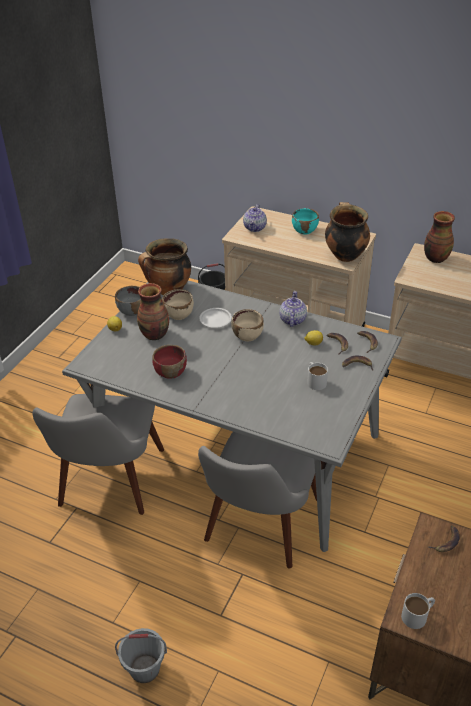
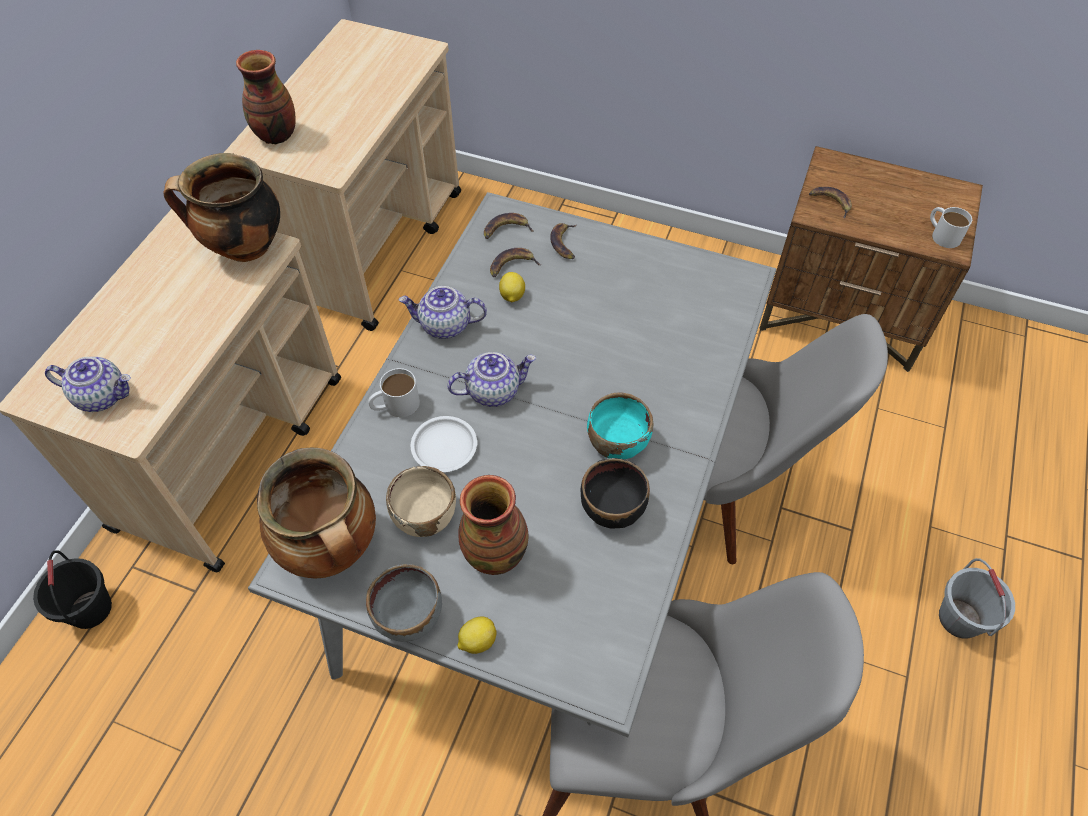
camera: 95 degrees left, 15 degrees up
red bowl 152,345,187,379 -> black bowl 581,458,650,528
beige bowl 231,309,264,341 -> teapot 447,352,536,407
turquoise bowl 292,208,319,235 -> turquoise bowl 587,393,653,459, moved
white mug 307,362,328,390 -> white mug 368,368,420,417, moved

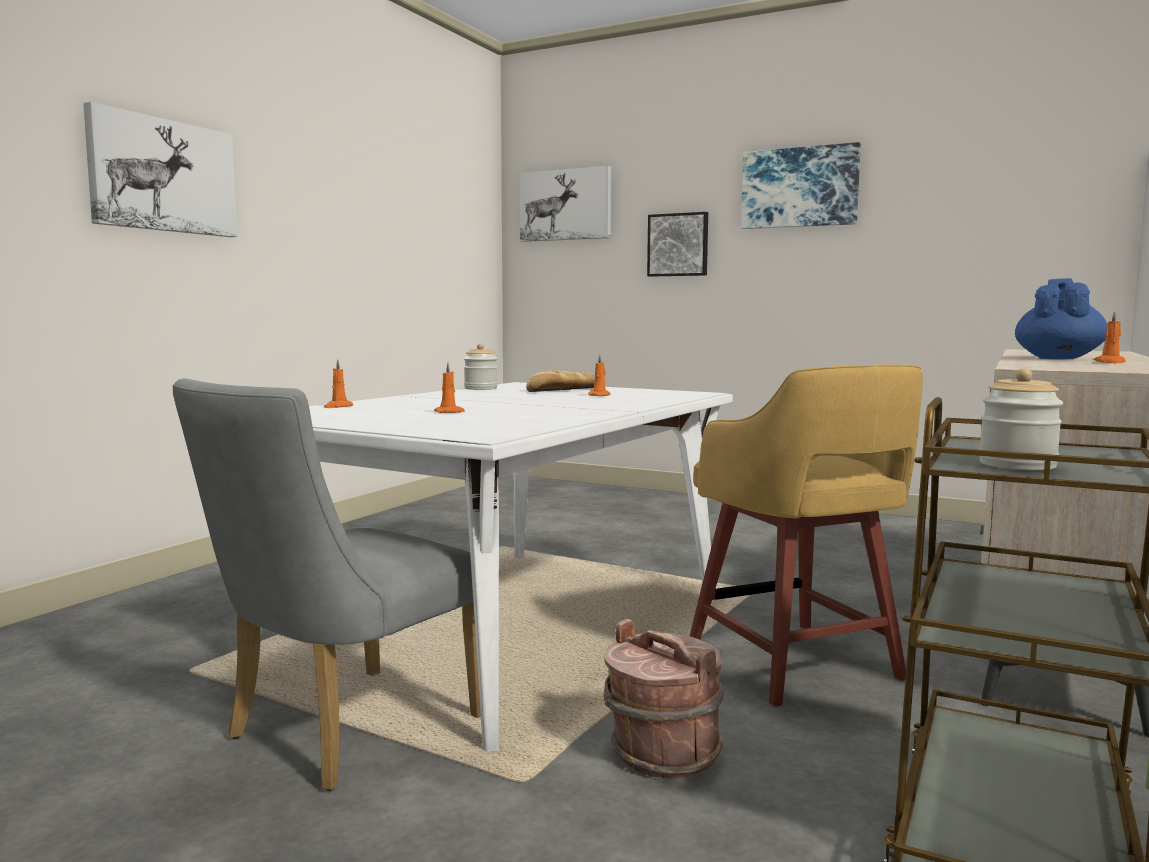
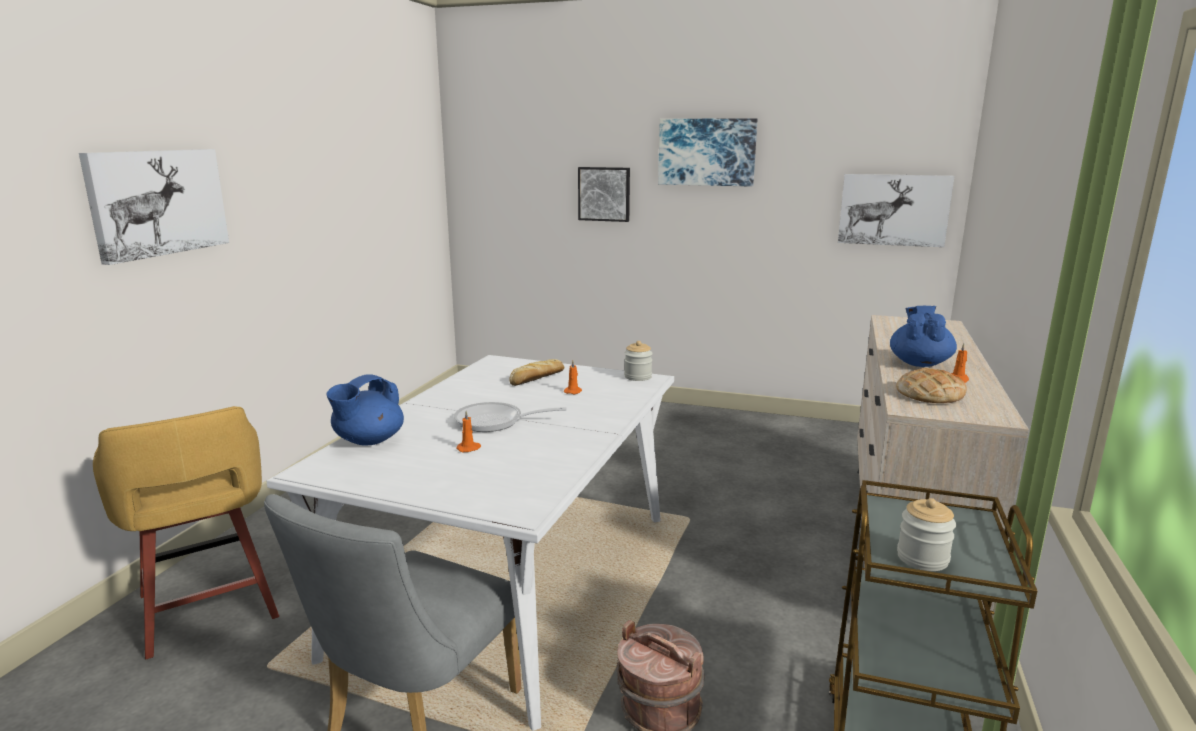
camera: 10 degrees left, 10 degrees up
orange candle 324,359,353,408 -> blue teapot 326,374,404,446
jar 464,343,498,390 -> jar 624,341,653,381, moved
picture 520,166,611,242 -> picture 838,174,954,247, moved
yellow stool 690,364,923,707 -> yellow stool 93,406,279,659, moved
none -> frying pan 454,402,567,432
none -> bread 896,368,966,403

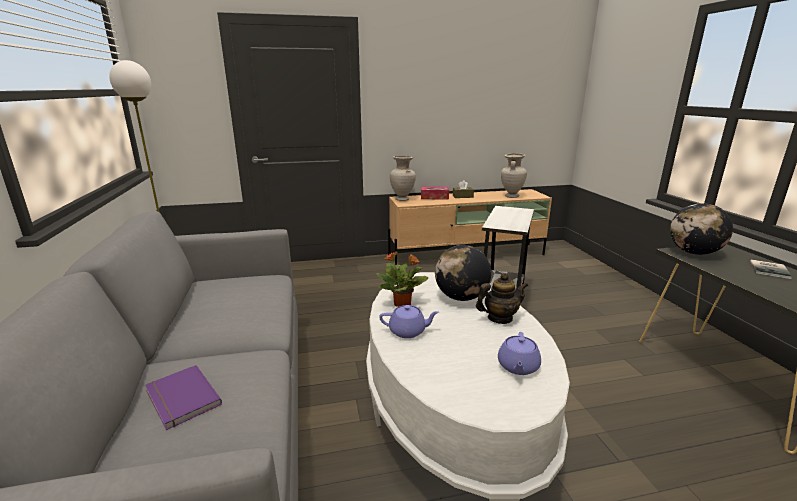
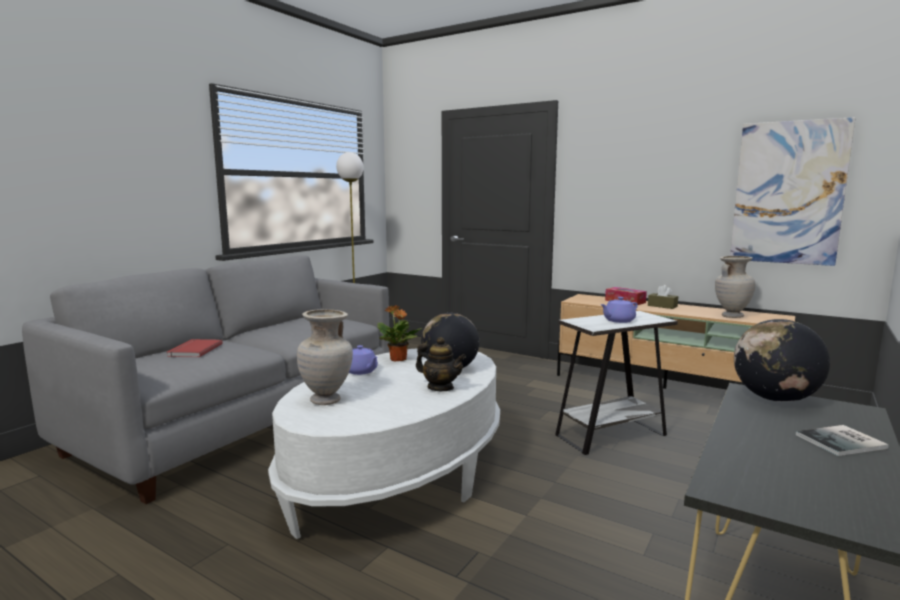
camera: 45 degrees right, 10 degrees down
purple book 145,365,222,430 -> red book 167,339,223,357
beige vase 390,156,416,201 -> beige vase 297,309,353,405, moved
purple teapot 498,332,541,375 -> purple teapot 600,297,638,323, moved
none -> picture 730,117,855,266

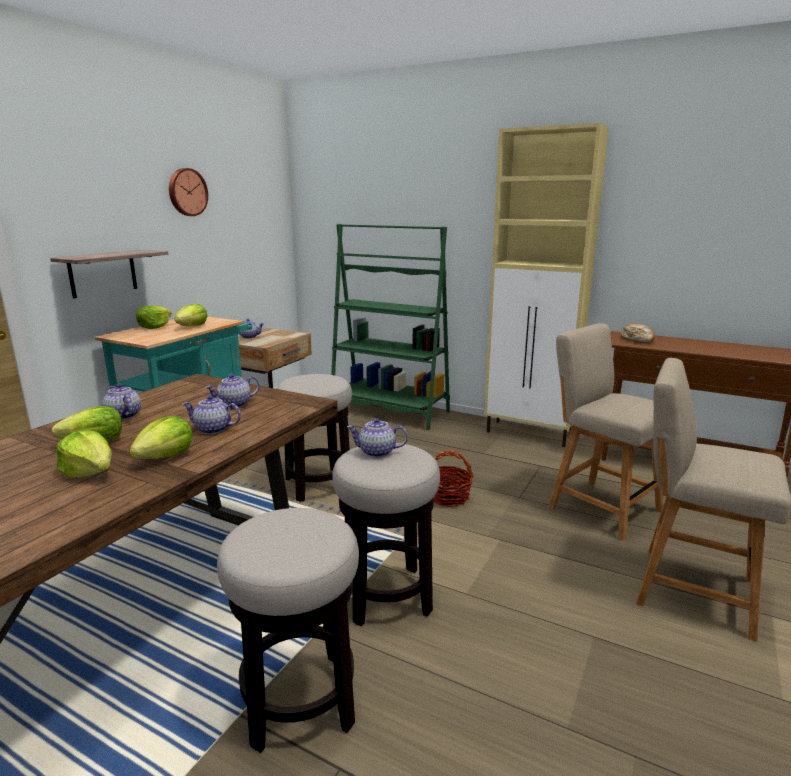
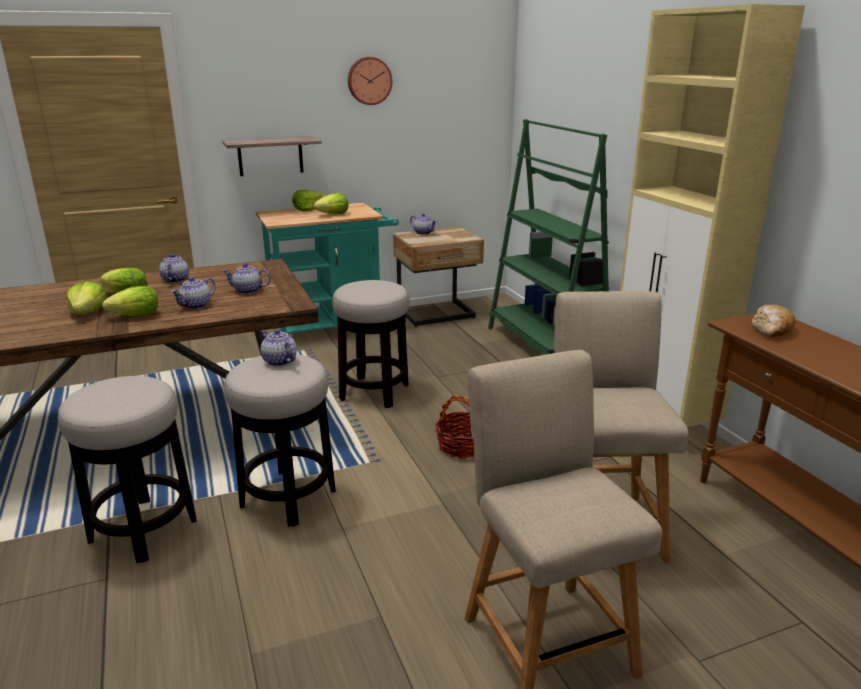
camera: 40 degrees right, 5 degrees up
teapot 182,395,241,434 -> teapot 171,277,216,309, 105 degrees counterclockwise

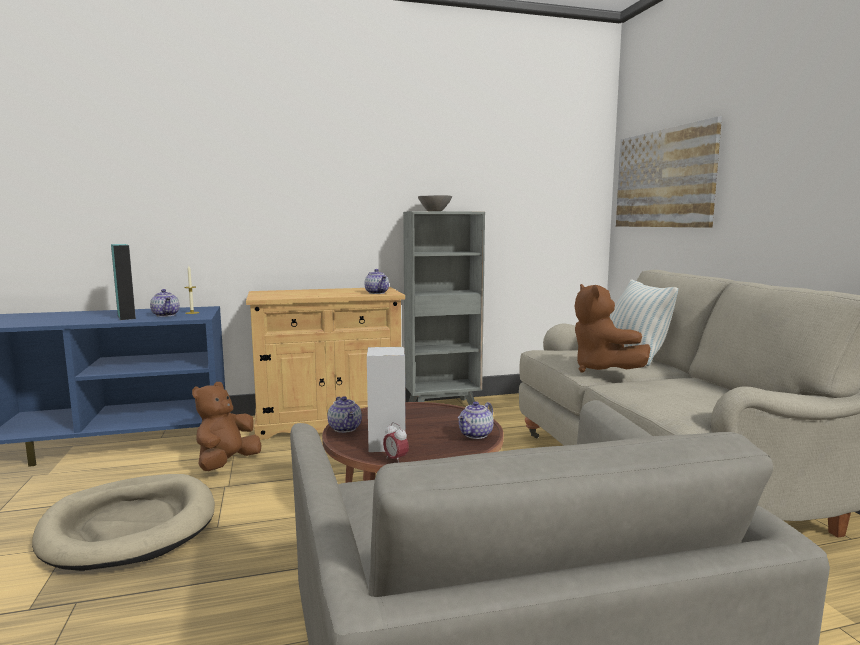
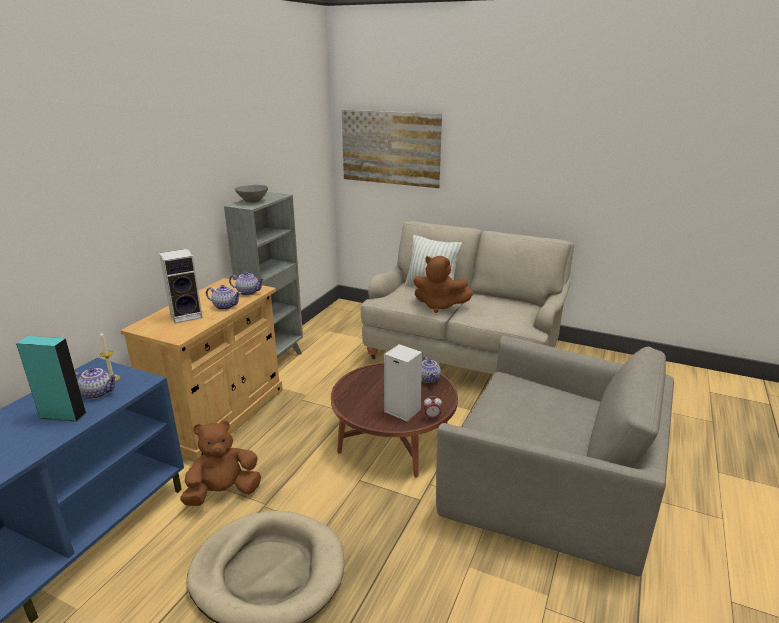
camera: 50 degrees left, 15 degrees up
brown plush toy 192,382,261,471 -> brown plush toy 180,420,261,506, 90 degrees clockwise
teapot 327,396,362,433 -> teapot 206,285,241,310, moved
none -> speaker 159,249,203,324

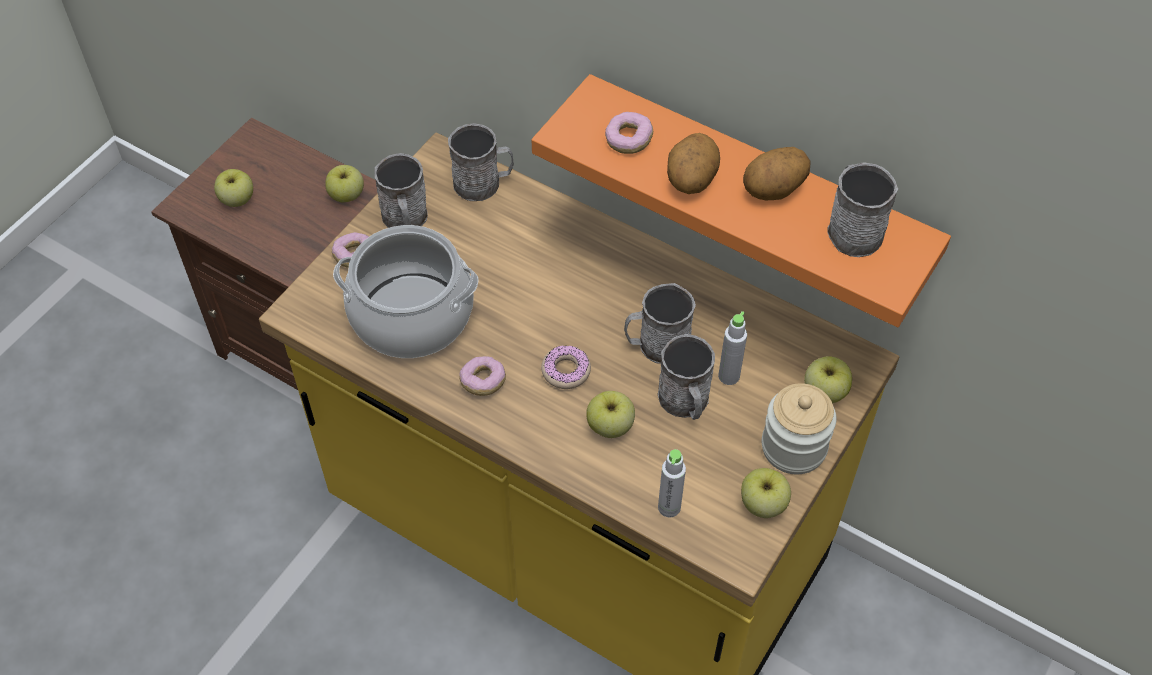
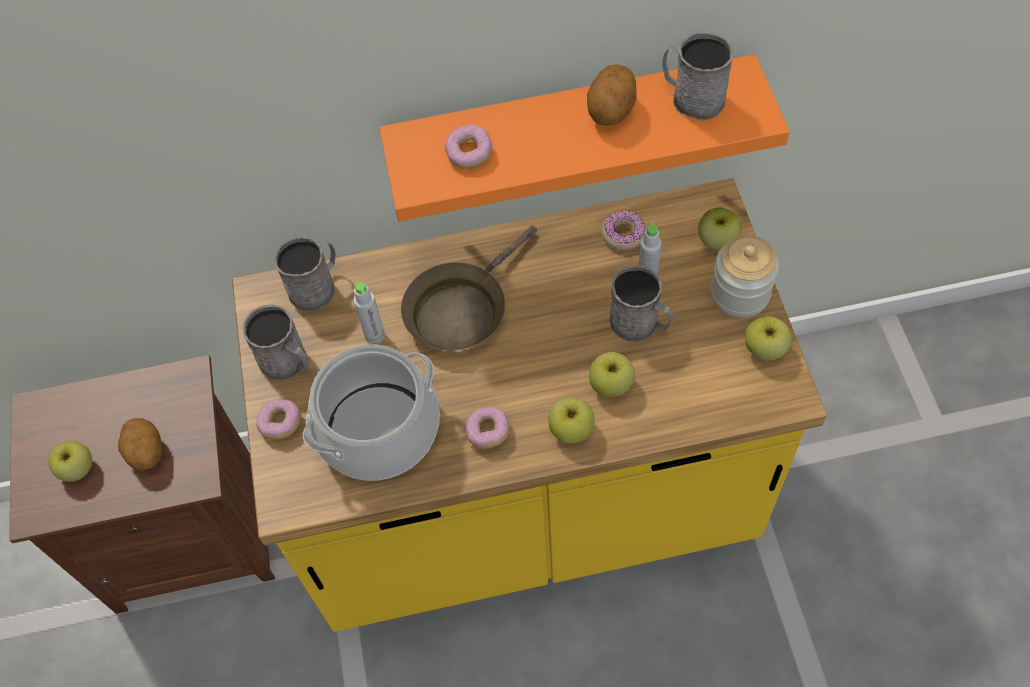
camera: 40 degrees left, 5 degrees up
apple 325,165,364,202 -> apple 548,397,594,444, moved
donut 541,345,591,389 -> donut 601,210,646,250, moved
grey mug 624,283,696,364 -> none
grey bottle 658,449,686,518 -> grey bottle 354,282,385,344, moved
potato 667,133,720,194 -> potato 118,418,162,471, moved
none -> brown frying pan 401,225,537,351

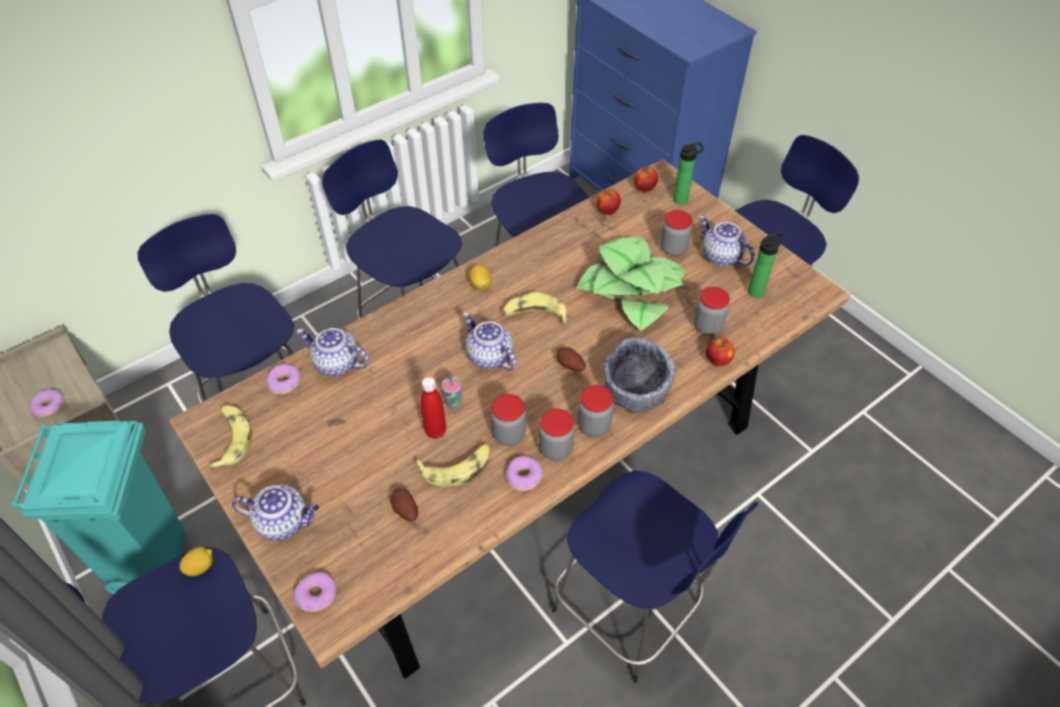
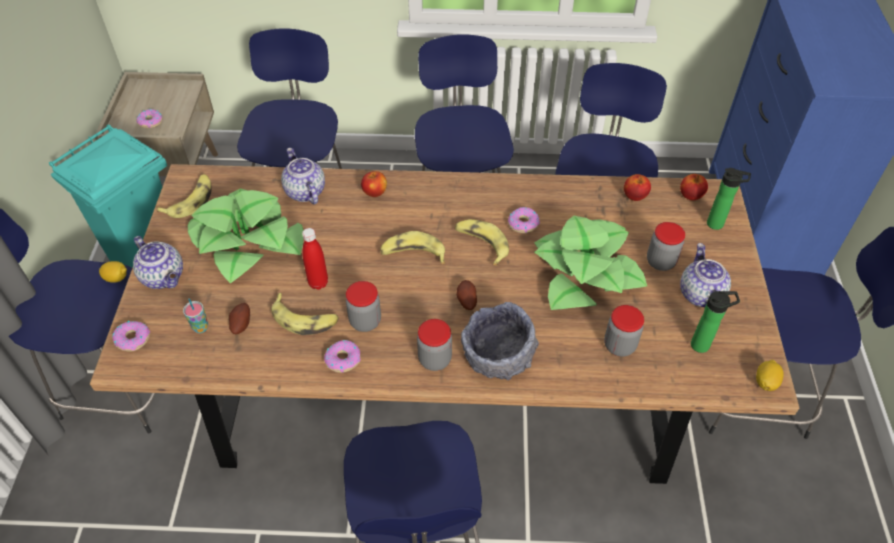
camera: 40 degrees right, 0 degrees up
donut 267,364,301,394 -> donut 508,207,540,233, moved
cup 442,374,462,409 -> cup 183,298,208,333, moved
teapot 463,312,517,370 -> banana 380,231,445,264
lemon 469,265,491,290 -> lemon 756,360,784,391, moved
jar 539,408,574,461 -> none
apple 706,337,735,366 -> apple 361,171,387,197, moved
none -> potted plant 188,188,304,283

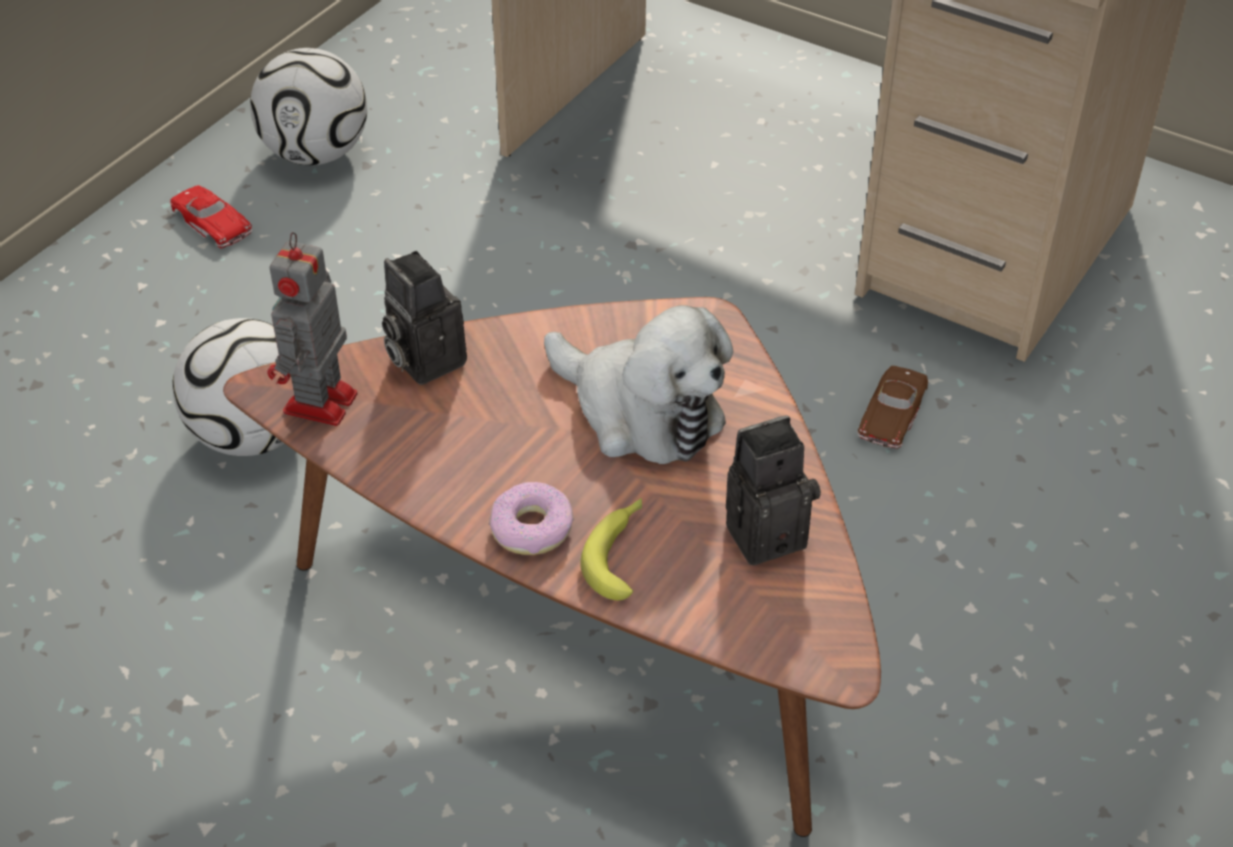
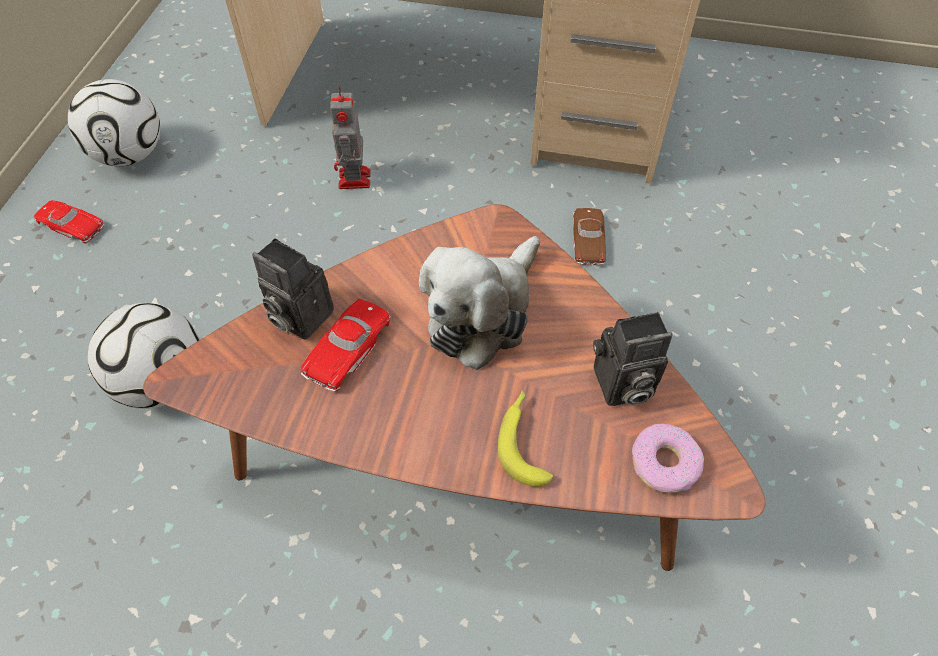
camera: 20 degrees left, 10 degrees up
toy robot 267,232,357,426 -> toy robot 330,86,371,189, moved
donut 489,482,574,555 -> donut 632,424,704,493, moved
plush toy 544,305,734,464 -> plush toy 419,236,540,370, 105 degrees clockwise
photo camera 726,415,821,565 -> photo camera 593,312,672,406, 150 degrees counterclockwise
none -> red toy car 300,299,390,392

